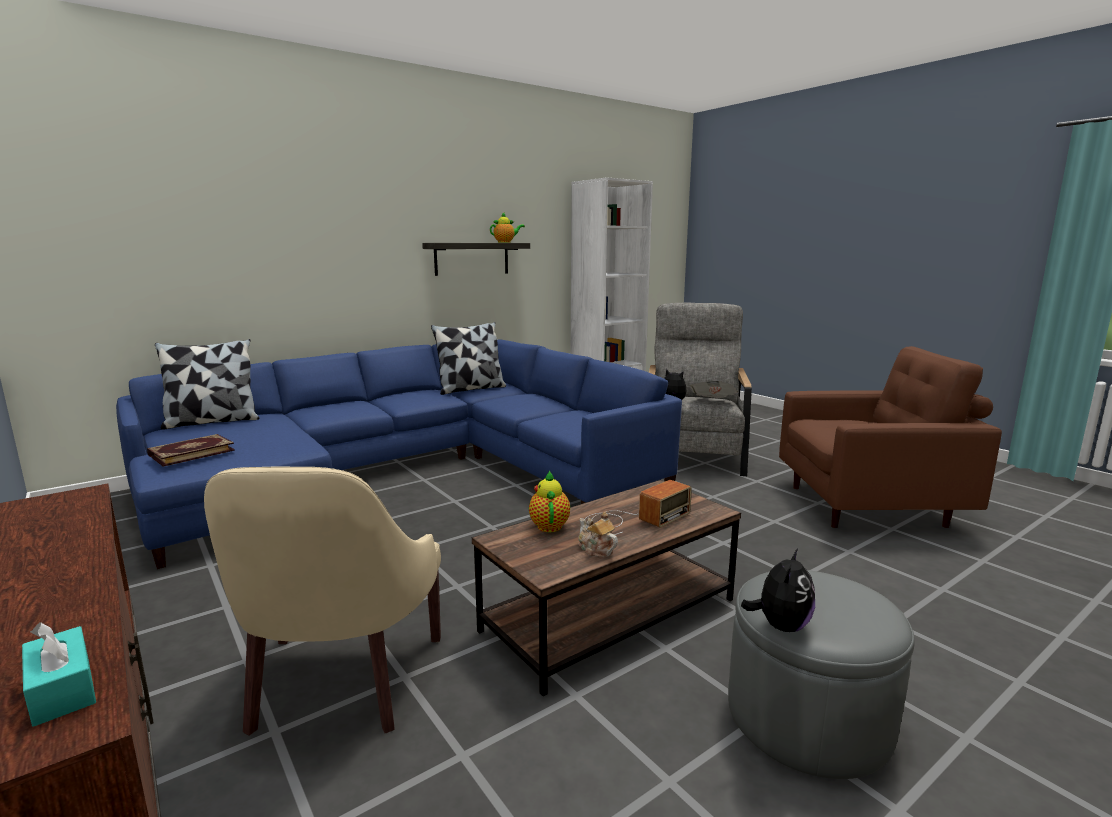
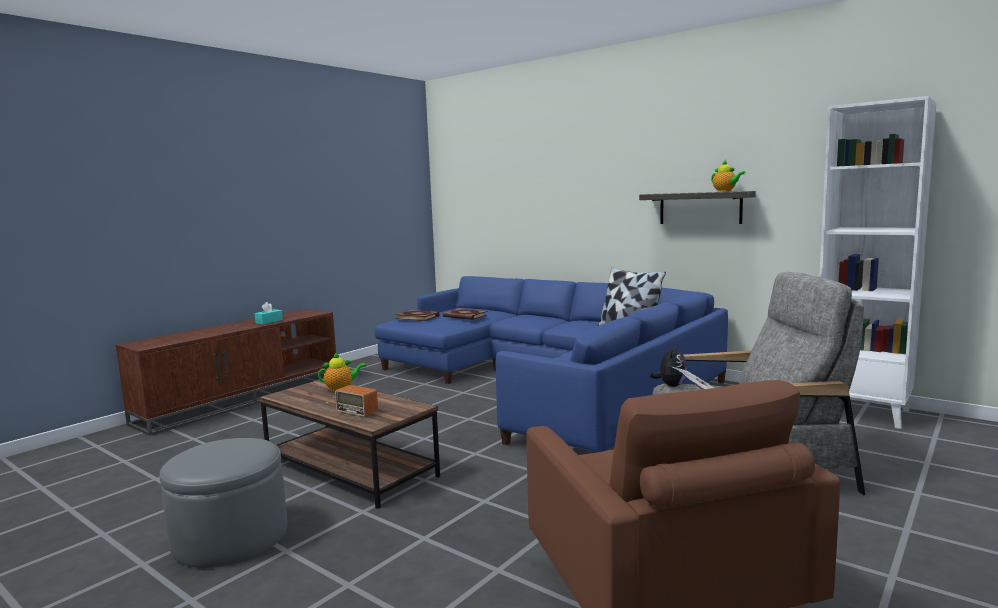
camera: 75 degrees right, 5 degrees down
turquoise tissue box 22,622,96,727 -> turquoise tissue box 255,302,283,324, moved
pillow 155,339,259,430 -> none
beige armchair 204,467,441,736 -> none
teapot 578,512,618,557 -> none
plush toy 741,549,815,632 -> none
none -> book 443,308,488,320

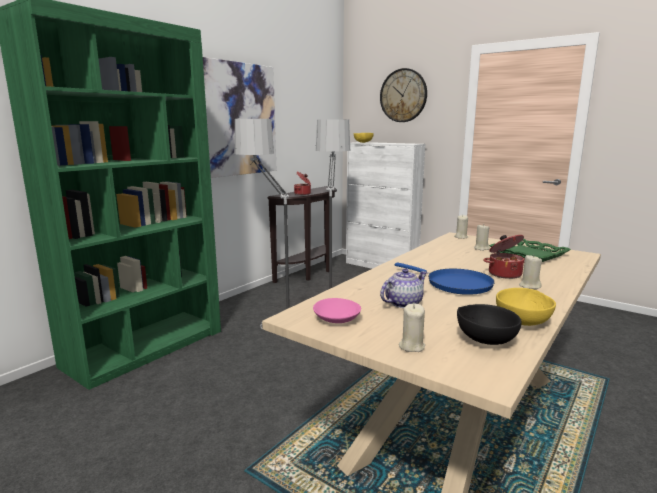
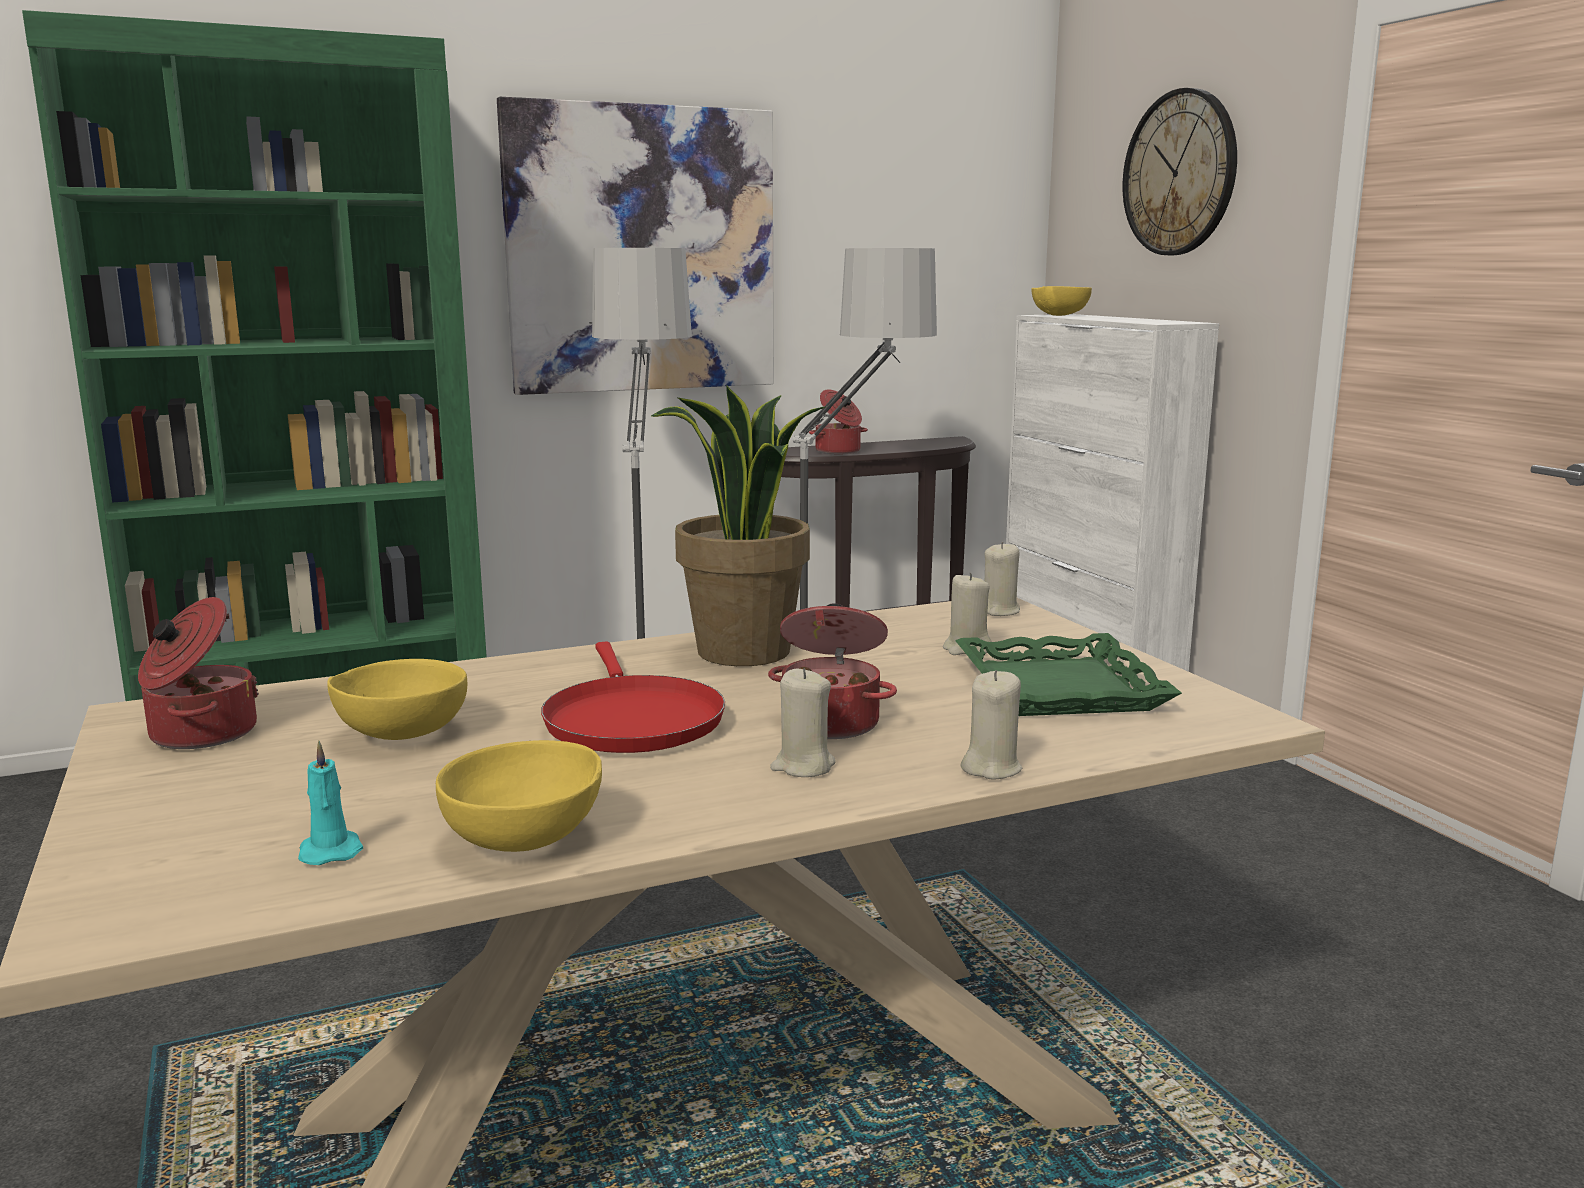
camera: 30 degrees right, 0 degrees up
pink bowl 313,298,361,323 -> cooking pot 138,597,259,749
teapot 380,268,427,308 -> yellow bowl 328,659,467,740
blue frying pan 395,263,495,295 -> red frying pan 541,642,725,753
beige candle 399,304,425,352 -> beige candle 960,670,1022,779, moved
black bowl 457,304,522,345 -> turquoise candle 298,741,363,865
none -> potted plant 651,385,825,666

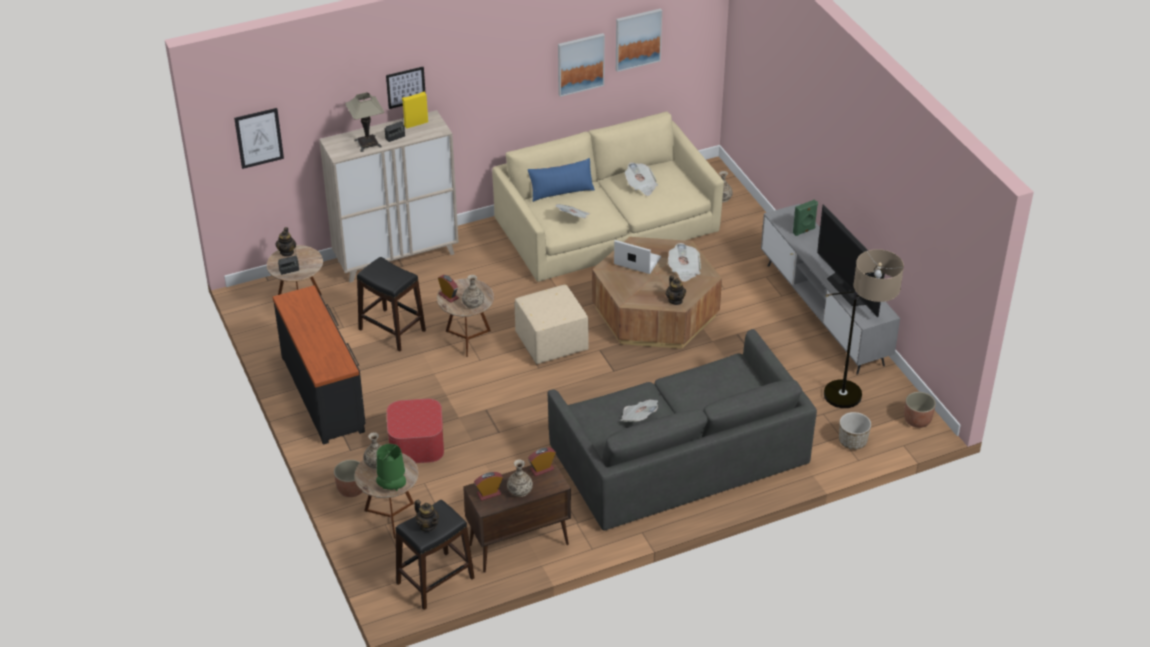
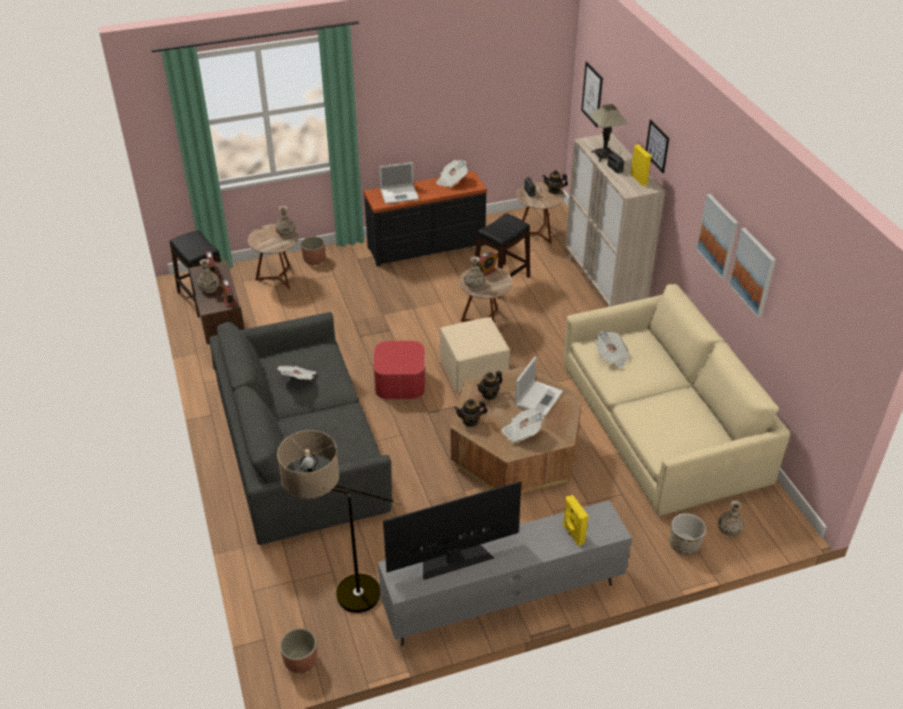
camera: 95 degrees right, 0 degrees up
green table lamp 376,444,406,491 -> none
ottoman 387,399,444,463 -> ottoman 373,341,425,399, moved
teapot 414,500,439,532 -> teapot 477,371,502,400, moved
blue pillow 528,158,595,202 -> none
picture 616,8,662,72 -> picture 696,194,738,279, moved
newspaper 625,162,658,196 -> newspaper 436,160,468,188, moved
green speaker 793,199,818,236 -> yellow speaker 563,495,588,546
planter 839,412,871,450 -> planter 670,513,706,555, moved
none -> laptop 379,162,419,204

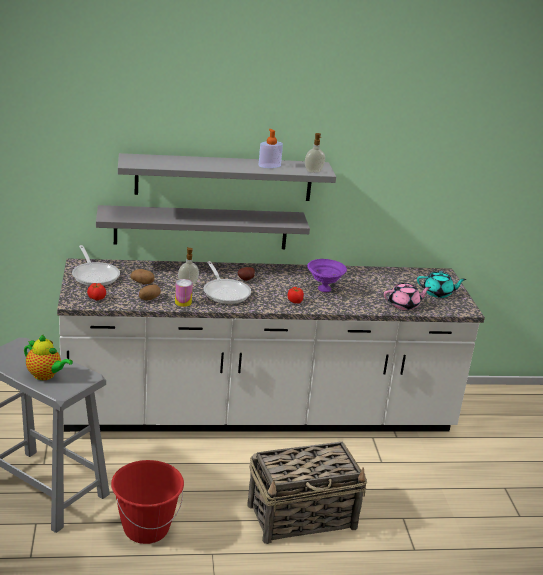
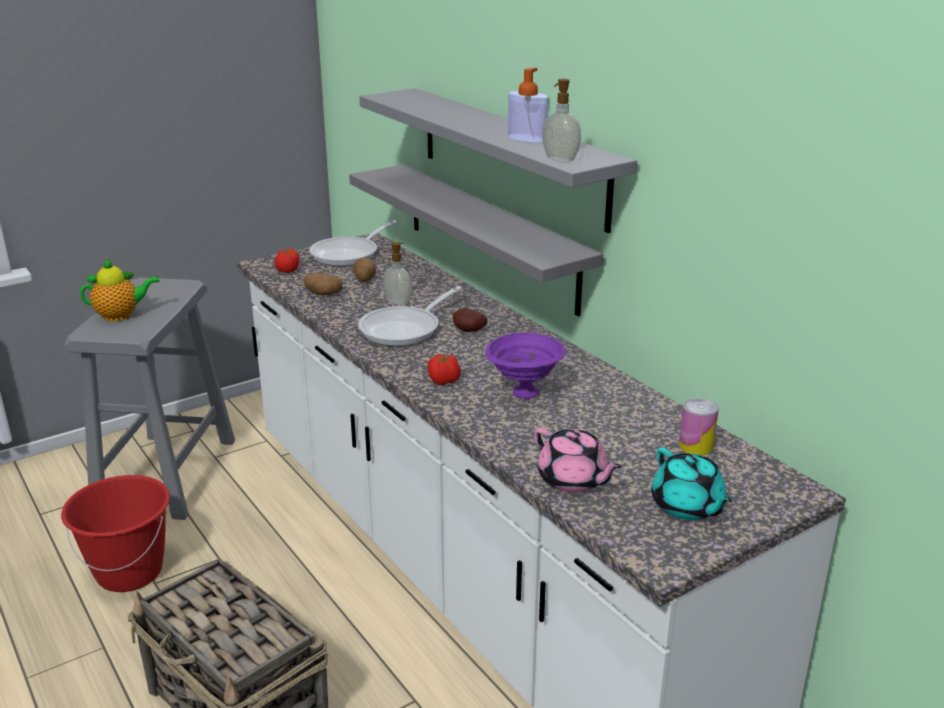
camera: 65 degrees right, 0 degrees up
teapot 24,335,73,380 -> teapot 80,258,160,321, 105 degrees counterclockwise
can 175,279,193,307 -> can 679,398,719,456, moved

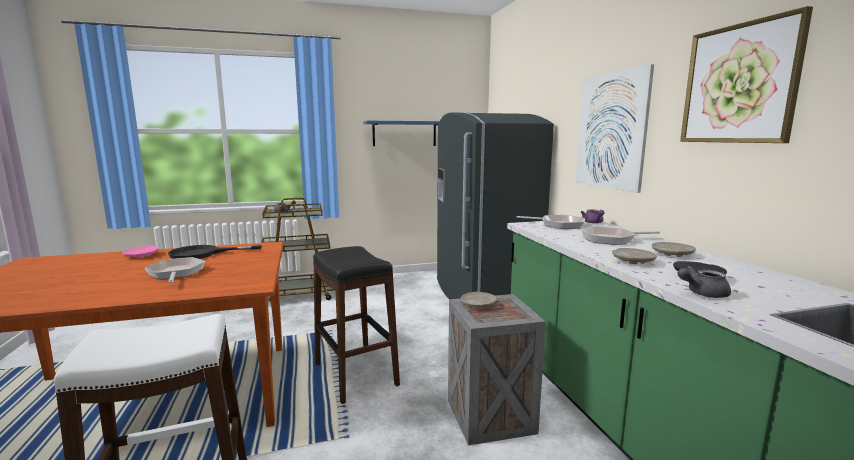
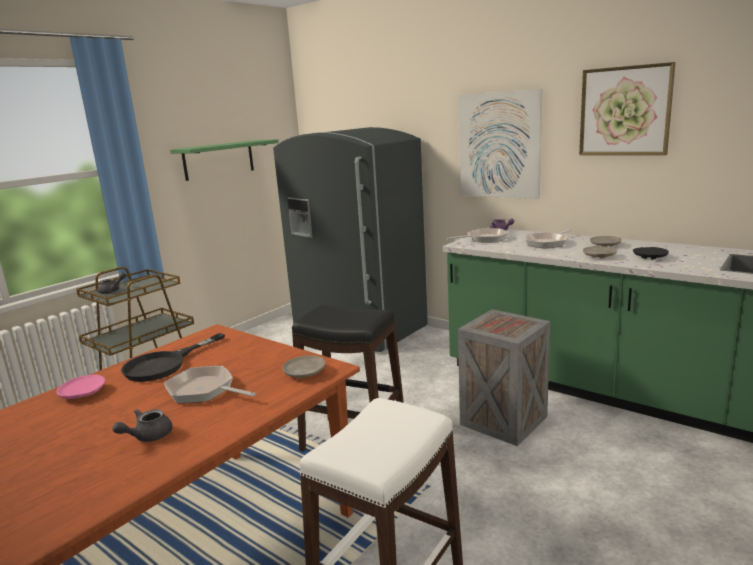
camera: 35 degrees left, 5 degrees up
blue shelf 363,121,440,146 -> green shelf 170,139,279,181
beige plate 461,292,496,308 -> beige plate 282,355,325,378, moved
grey teapot 677,266,731,298 -> grey teapot 112,409,173,442, moved

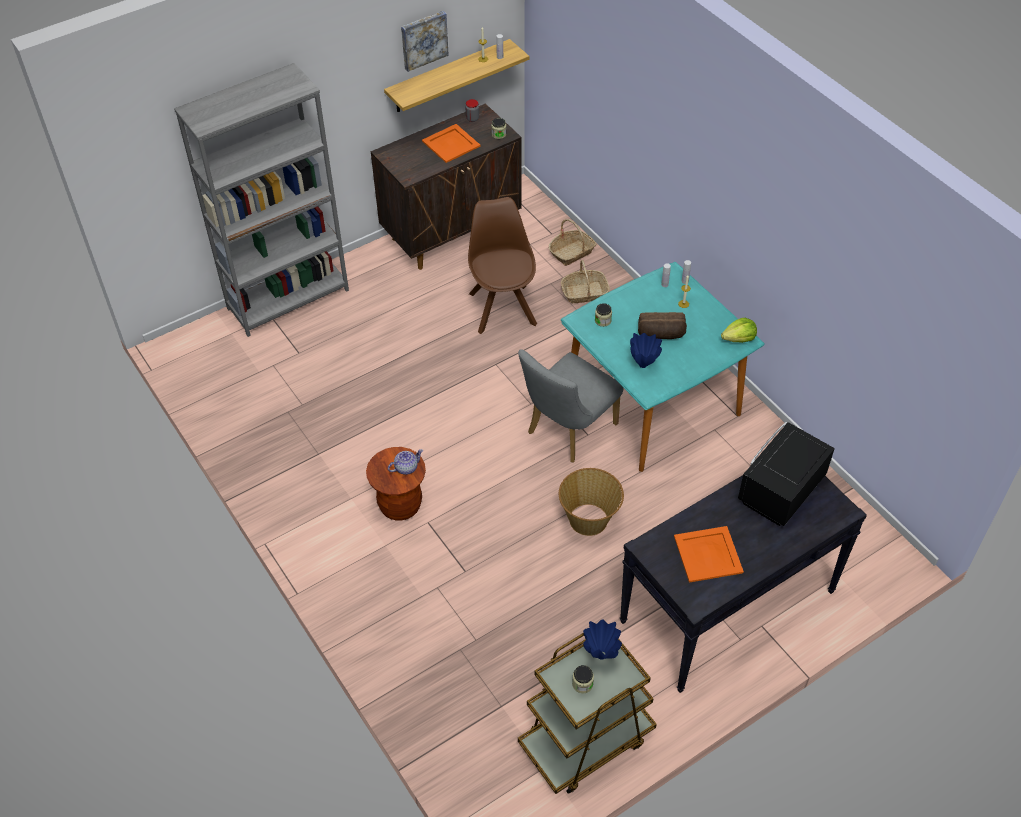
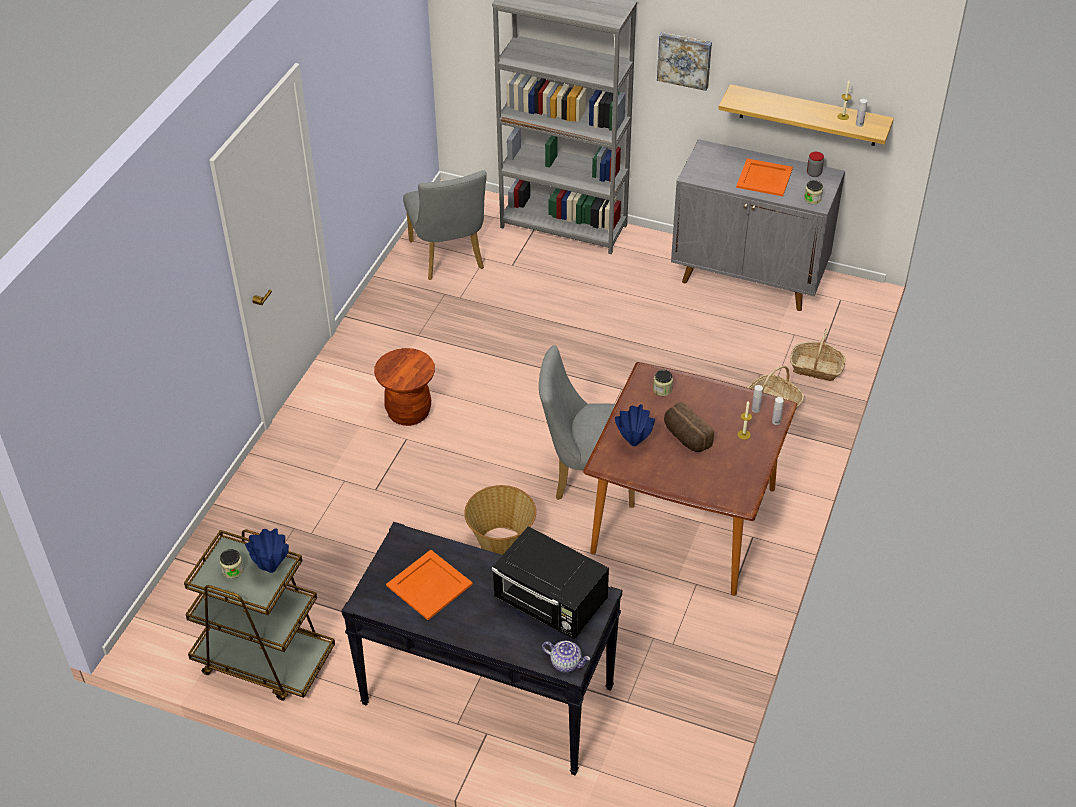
camera: 55 degrees right, 5 degrees down
brown cabinet 371,104,522,270 -> grey cabinet 671,139,845,311
teapot 388,449,423,475 -> teapot 542,641,590,673, moved
picture 401,11,449,72 -> picture 657,32,712,91, moved
brown chair 468,197,537,334 -> none
turquoise dining table 561,262,765,472 -> brown dining table 583,362,797,596
lettuce 721,318,757,343 -> none
black microwave 738,422,835,526 -> black microwave 492,526,609,639, 150 degrees counterclockwise
none -> grey chair 403,171,487,280

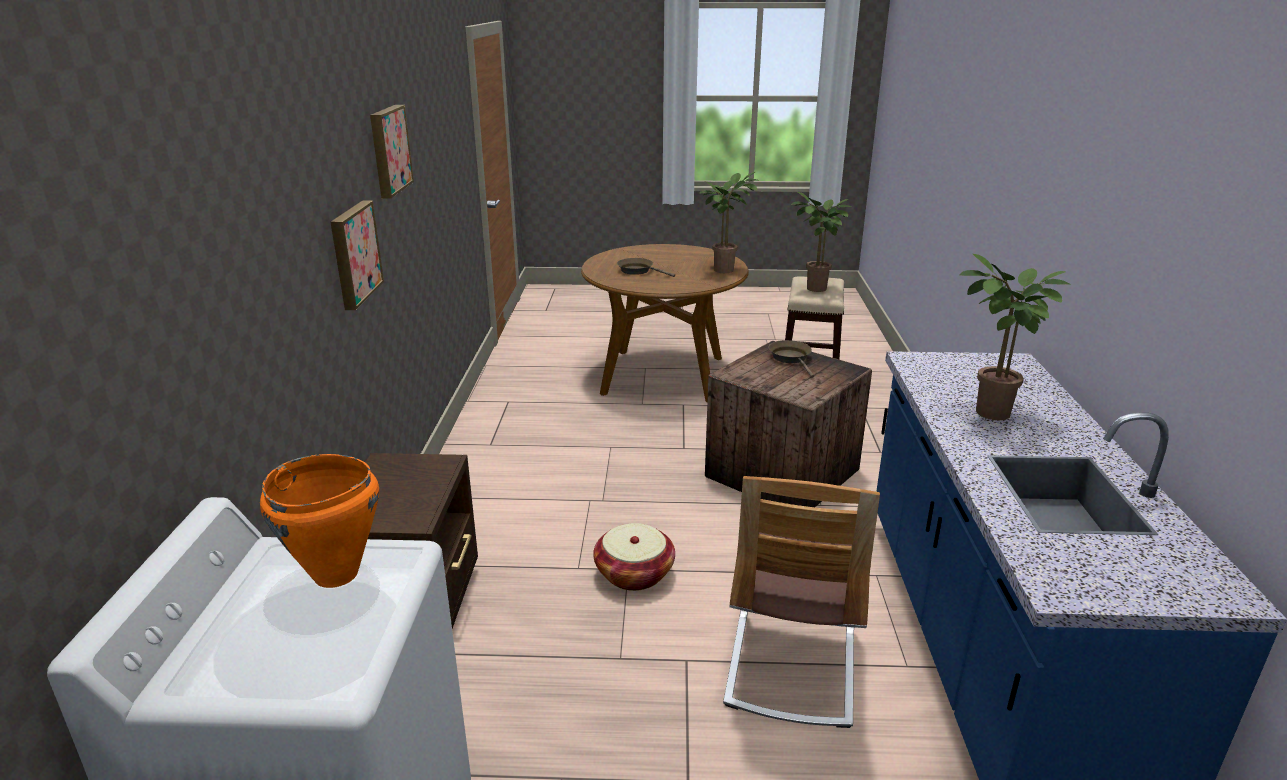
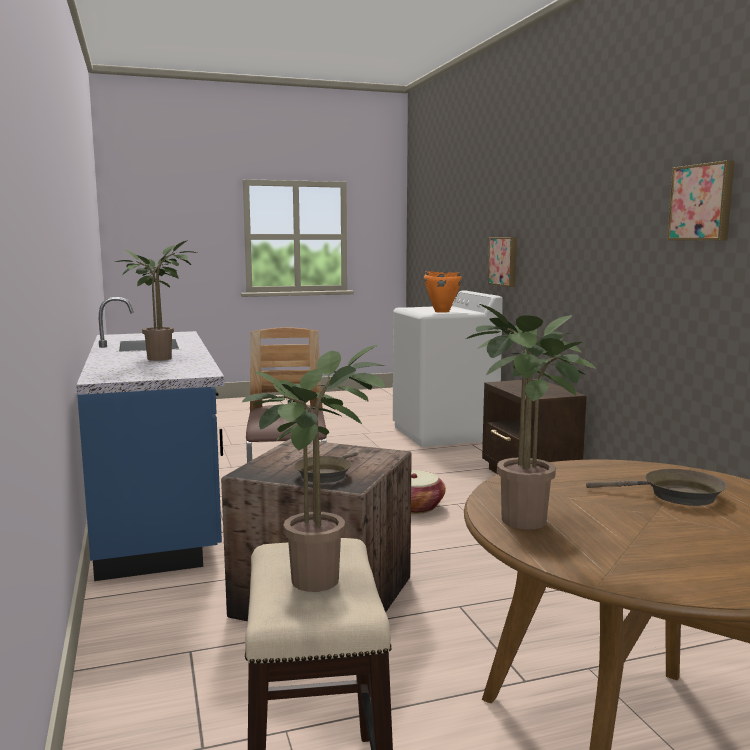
camera: 160 degrees right, 15 degrees down
picture 330,201,384,310 -> picture 488,237,517,287, moved
brown frying pan 768,340,814,378 -> brown frying pan 294,452,358,483, 60 degrees clockwise

